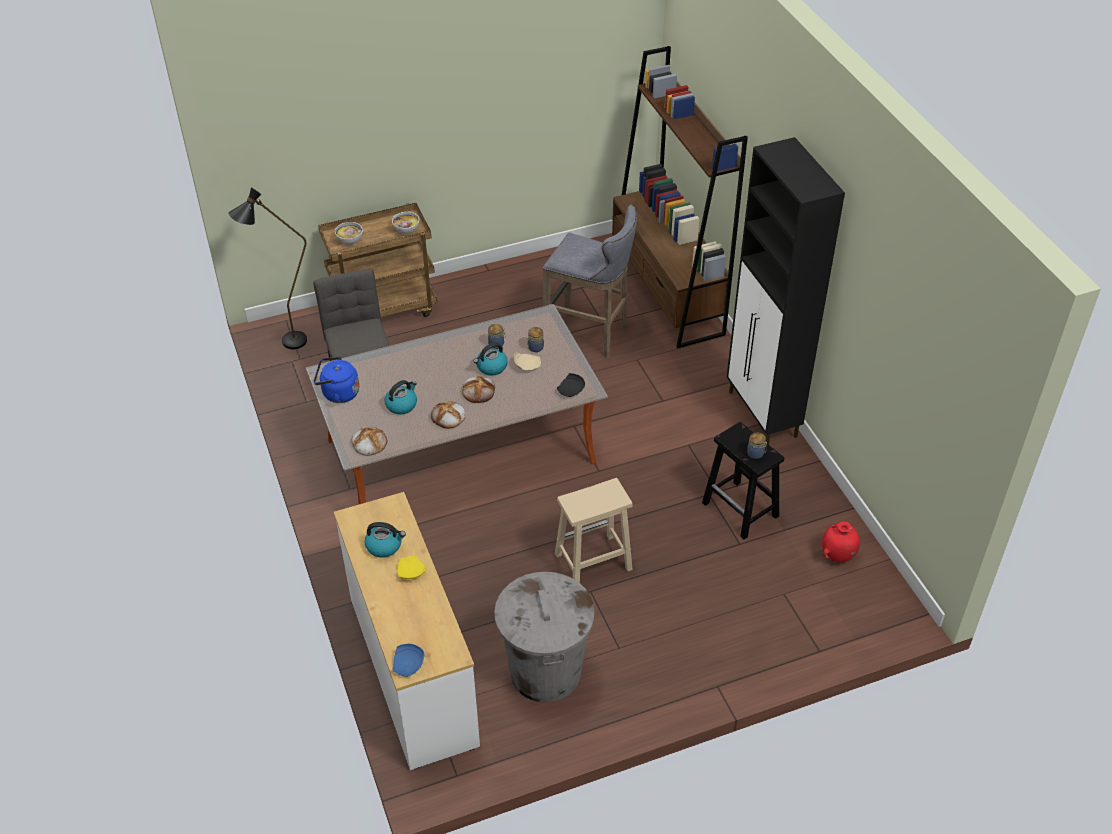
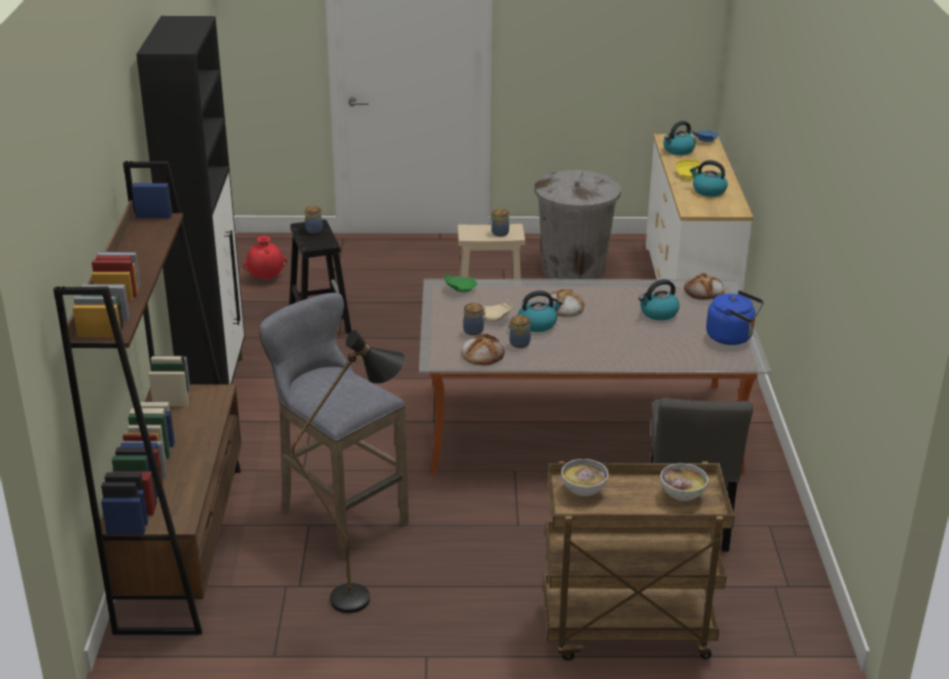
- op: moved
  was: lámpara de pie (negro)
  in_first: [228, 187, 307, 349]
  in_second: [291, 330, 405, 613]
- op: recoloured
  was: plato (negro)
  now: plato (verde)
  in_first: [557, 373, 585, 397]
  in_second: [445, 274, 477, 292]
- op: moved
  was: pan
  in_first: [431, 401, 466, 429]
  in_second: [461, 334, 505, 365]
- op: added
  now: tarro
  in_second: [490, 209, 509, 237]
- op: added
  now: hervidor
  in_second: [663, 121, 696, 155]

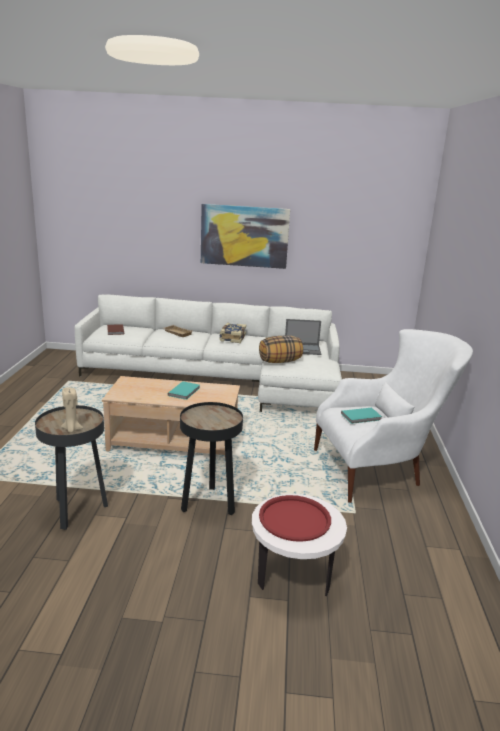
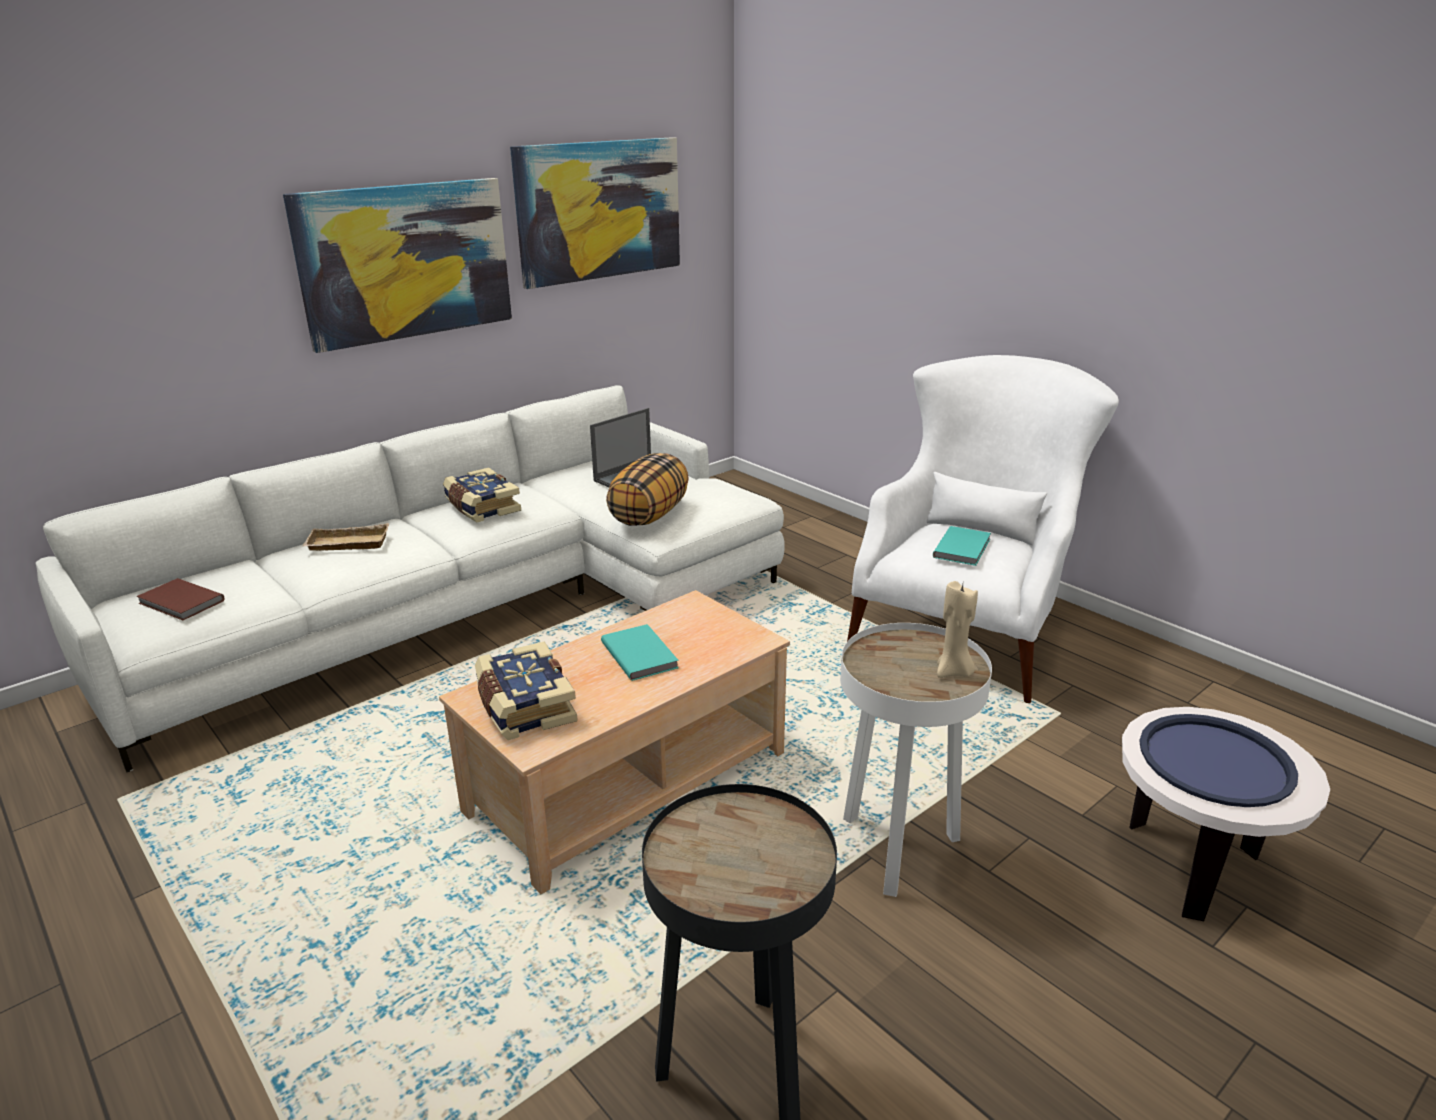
- op: added
  now: libro
  in_second: [475, 642, 578, 740]
- op: added
  now: cuadro
  in_second: [510, 137, 680, 289]
- op: recoloured
  was: mesa auxiliar (negro)
  now: mesa auxiliar (blanco)
  in_first: [180, 402, 243, 515]
  in_second: [840, 623, 992, 897]
- op: moved
  was: vela (beis)
  in_first: [61, 387, 83, 433]
  in_second: [937, 581, 978, 678]
- op: recoloured
  was: bandeja (rojo)
  now: bandeja (azul)
  in_first: [259, 495, 331, 542]
  in_second: [1139, 714, 1298, 807]

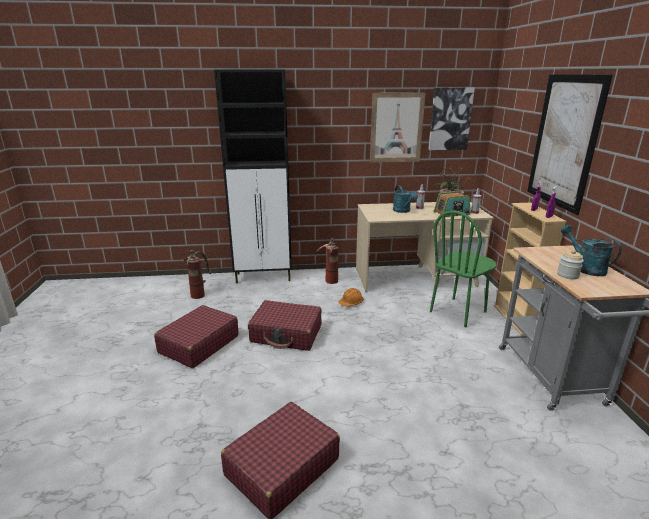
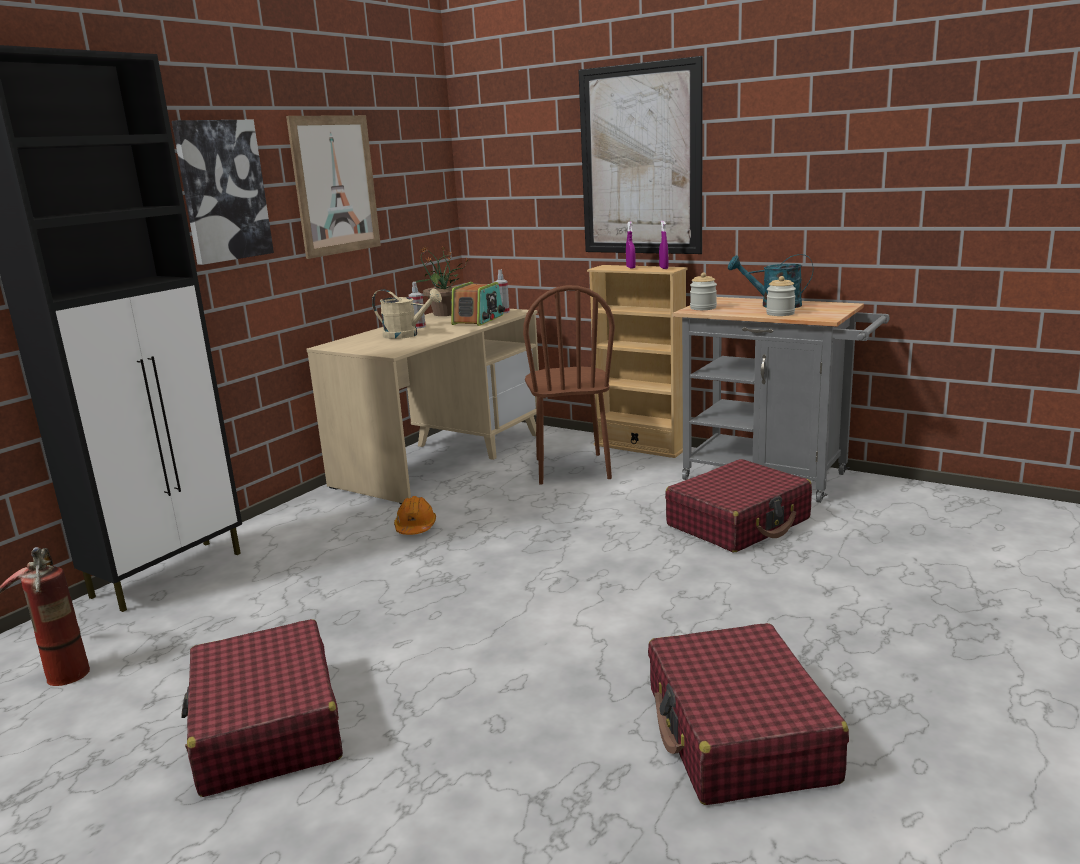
- op: moved
  was: cuadro
  in_first: [428, 87, 475, 150]
  in_second: [172, 120, 274, 265]
- op: recoloured
  was: regadera (turquesa)
  now: regadera (beis)
  in_first: [393, 185, 418, 213]
  in_second: [372, 289, 442, 339]
- op: recoloured
  was: silla (verde)
  now: silla (marrón)
  in_first: [430, 210, 496, 327]
  in_second: [523, 285, 615, 485]
- op: moved
  was: maleta (rojo)
  in_first: [248, 300, 322, 351]
  in_second: [665, 459, 812, 552]
- op: added
  now: tarro
  in_second: [690, 272, 717, 310]
- op: removed
  was: extintor
  in_first: [317, 238, 338, 284]

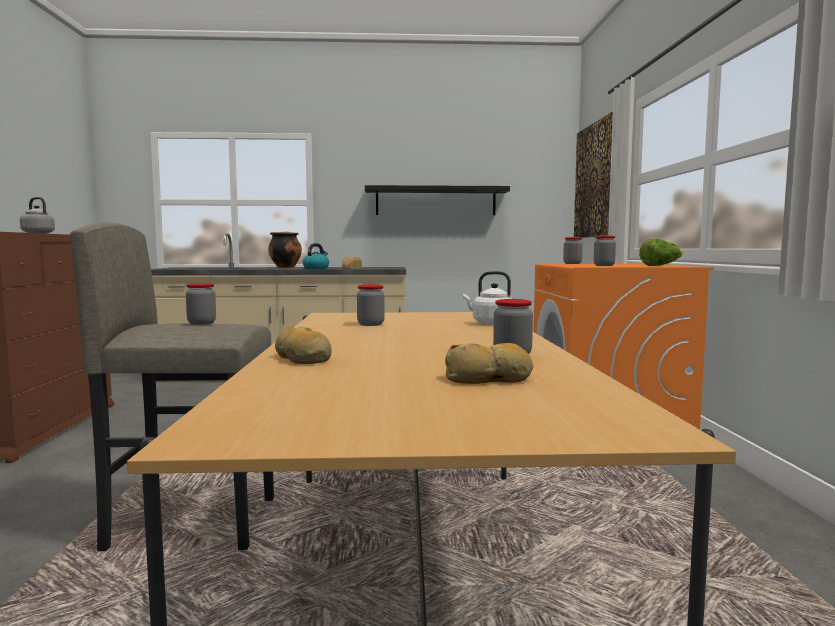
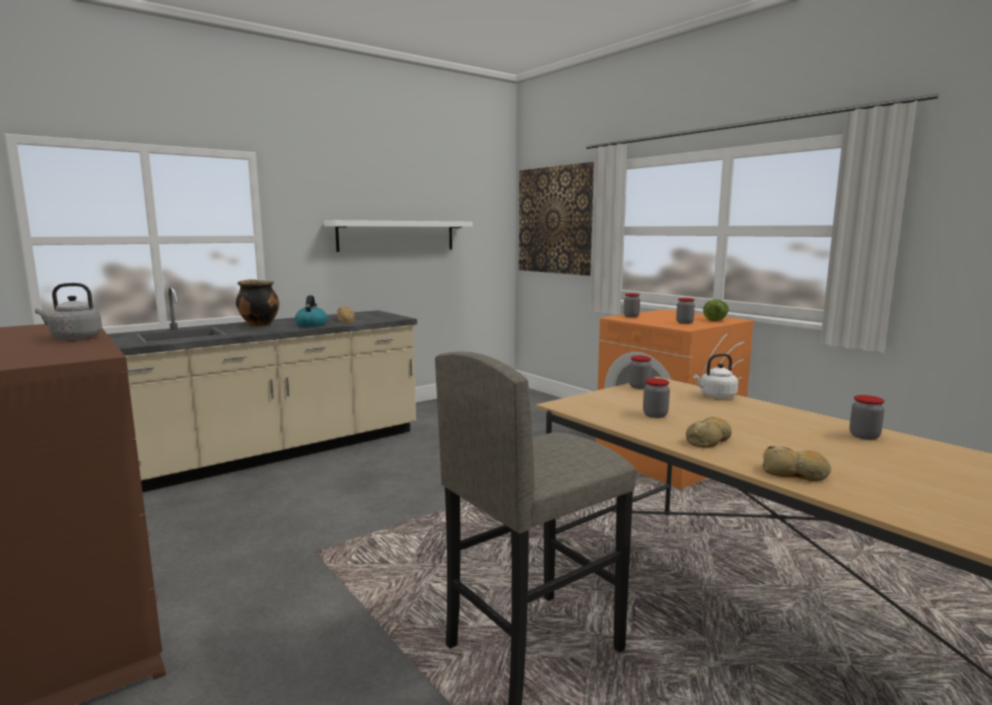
- op: recoloured
  was: estante (negro)
  now: estante (blanco)
  in_first: [365, 185, 510, 215]
  in_second: [324, 220, 473, 252]
- op: moved
  was: tarro
  in_first: [186, 283, 216, 325]
  in_second: [629, 356, 651, 389]
- op: moved
  was: pan
  in_first: [445, 343, 534, 384]
  in_second: [686, 417, 731, 448]

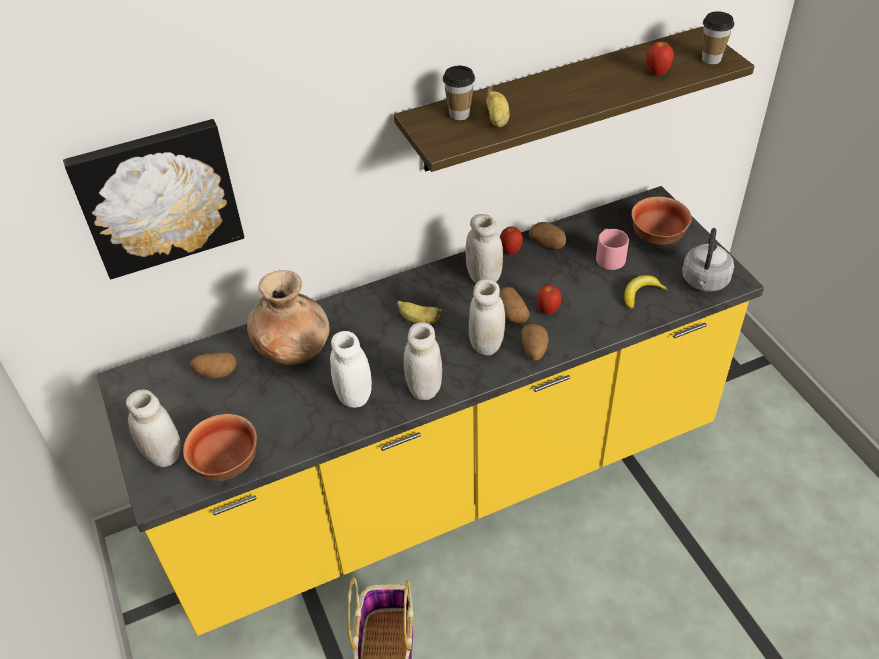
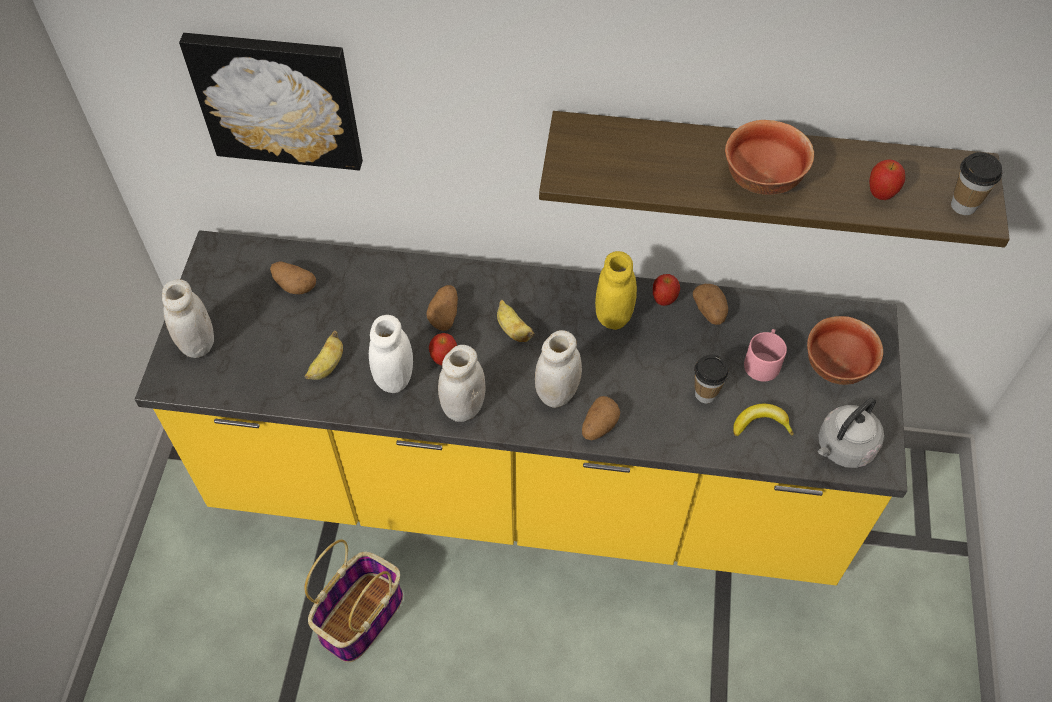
- op: moved
  was: plátano
  in_first: [486, 86, 509, 127]
  in_second: [305, 331, 343, 380]
- op: moved
  was: patata
  in_first: [500, 287, 529, 323]
  in_second: [426, 285, 458, 331]
- op: moved
  was: manzana
  in_first: [536, 285, 562, 314]
  in_second: [429, 333, 457, 365]
- op: recoloured
  was: tarro (blanco)
  now: tarro (amarillo)
  in_first: [466, 214, 503, 283]
  in_second: [595, 251, 637, 330]
- op: moved
  was: taza
  in_first: [443, 66, 475, 120]
  in_second: [694, 355, 729, 403]
- op: moved
  was: cuenco
  in_first: [183, 414, 257, 481]
  in_second: [725, 120, 814, 195]
- op: removed
  was: florero (marrón)
  in_first: [247, 270, 330, 365]

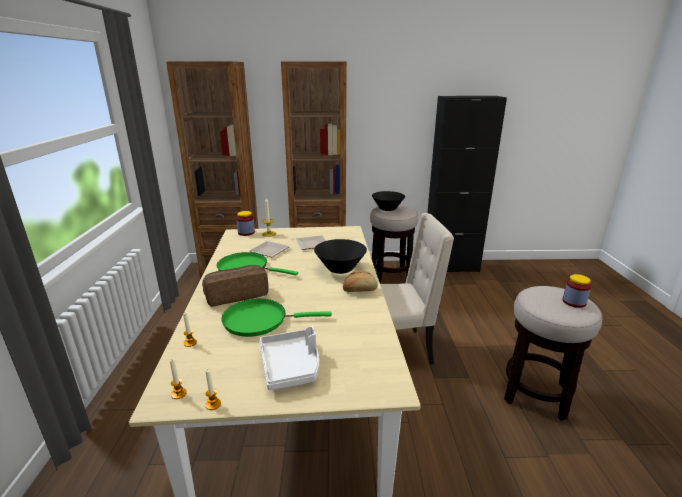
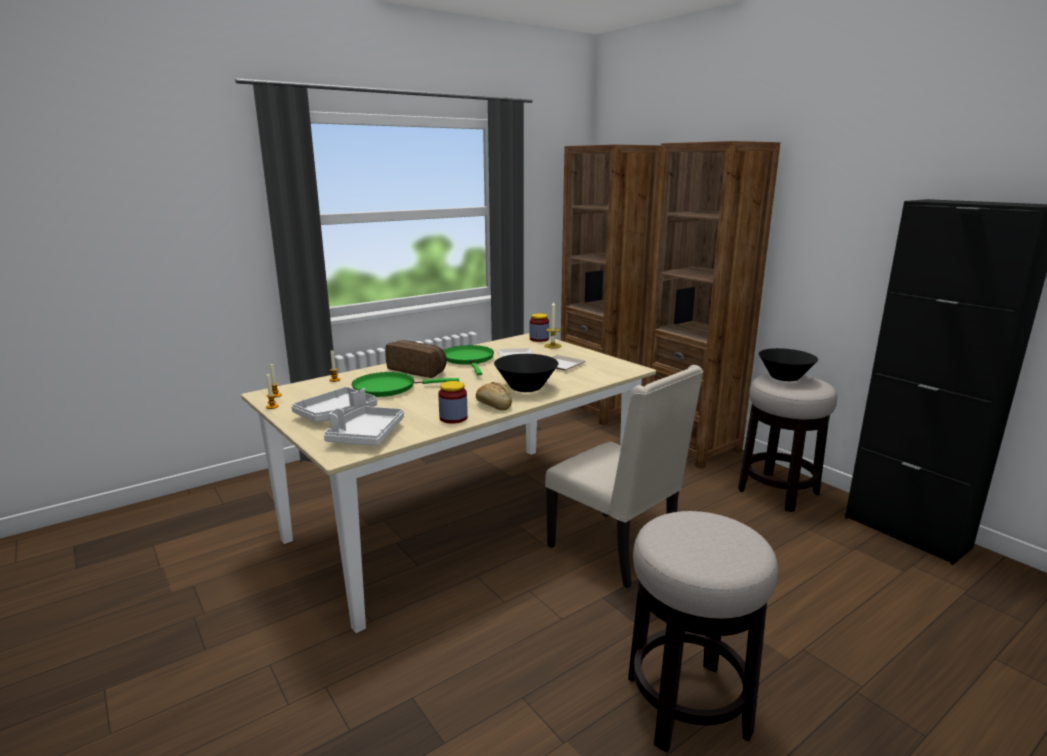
- op: added
  now: bandeja (blanco)
  in_second: [324, 406, 404, 445]
- op: turned
  was: sartén (verde)
  in_first: [221, 298, 332, 337]
  in_second: [352, 372, 459, 397]
  clockwise: -60
- op: moved
  was: tarro
  in_first: [562, 274, 591, 308]
  in_second: [438, 381, 468, 424]

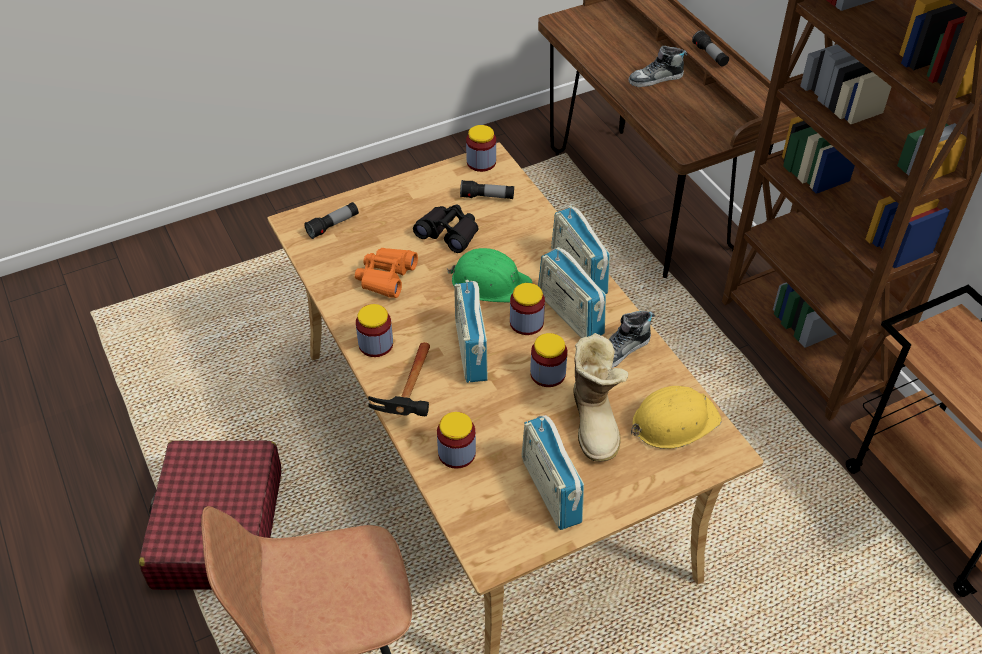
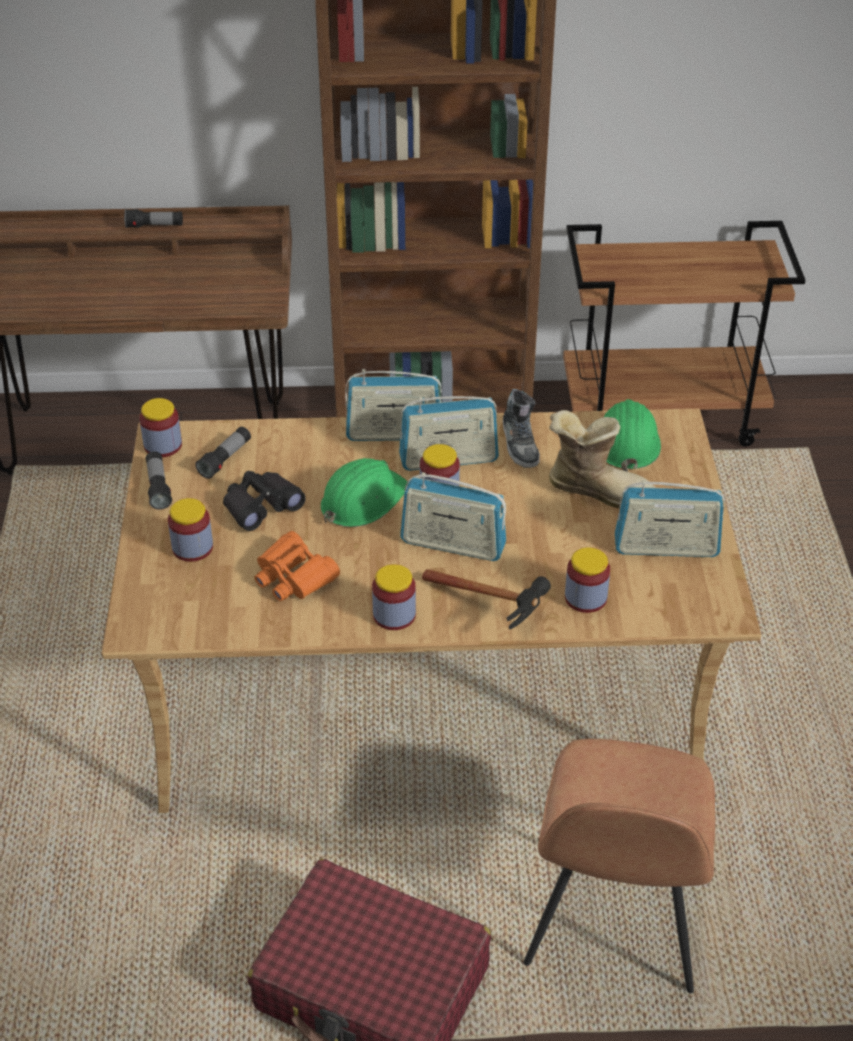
- op: moved
  was: linterna
  in_first: [304, 202, 359, 239]
  in_second: [146, 451, 172, 510]
- op: moved
  was: tarro
  in_first: [530, 333, 567, 387]
  in_second: [168, 498, 213, 562]
- op: recoloured
  was: casco (amarillo)
  now: casco (verde)
  in_first: [631, 386, 722, 449]
  in_second: [604, 399, 661, 472]
- op: removed
  was: zapato
  in_first: [629, 46, 688, 87]

